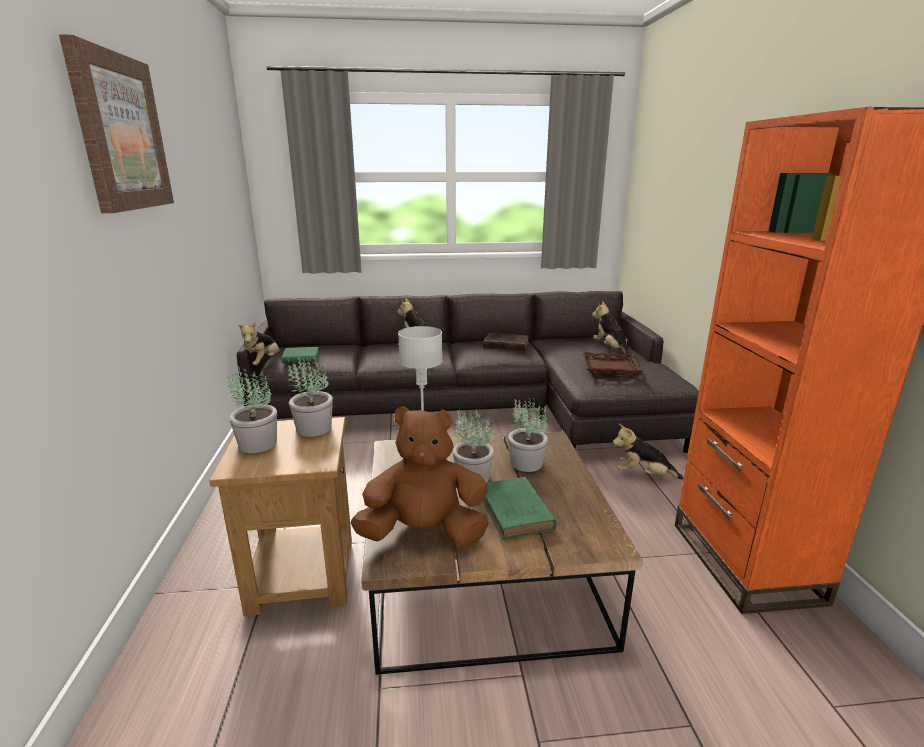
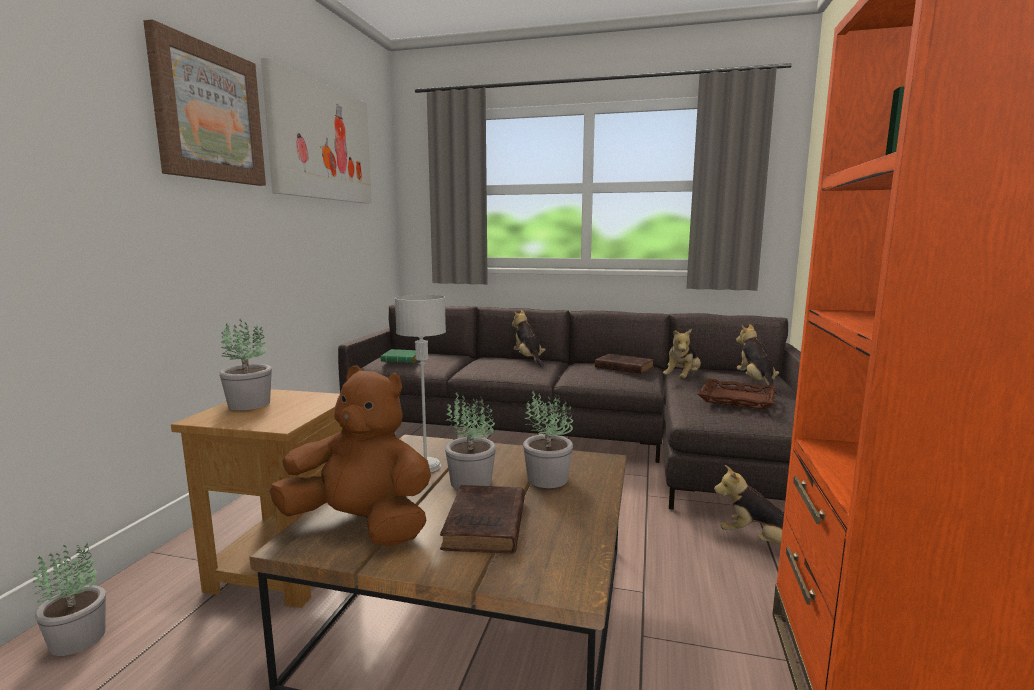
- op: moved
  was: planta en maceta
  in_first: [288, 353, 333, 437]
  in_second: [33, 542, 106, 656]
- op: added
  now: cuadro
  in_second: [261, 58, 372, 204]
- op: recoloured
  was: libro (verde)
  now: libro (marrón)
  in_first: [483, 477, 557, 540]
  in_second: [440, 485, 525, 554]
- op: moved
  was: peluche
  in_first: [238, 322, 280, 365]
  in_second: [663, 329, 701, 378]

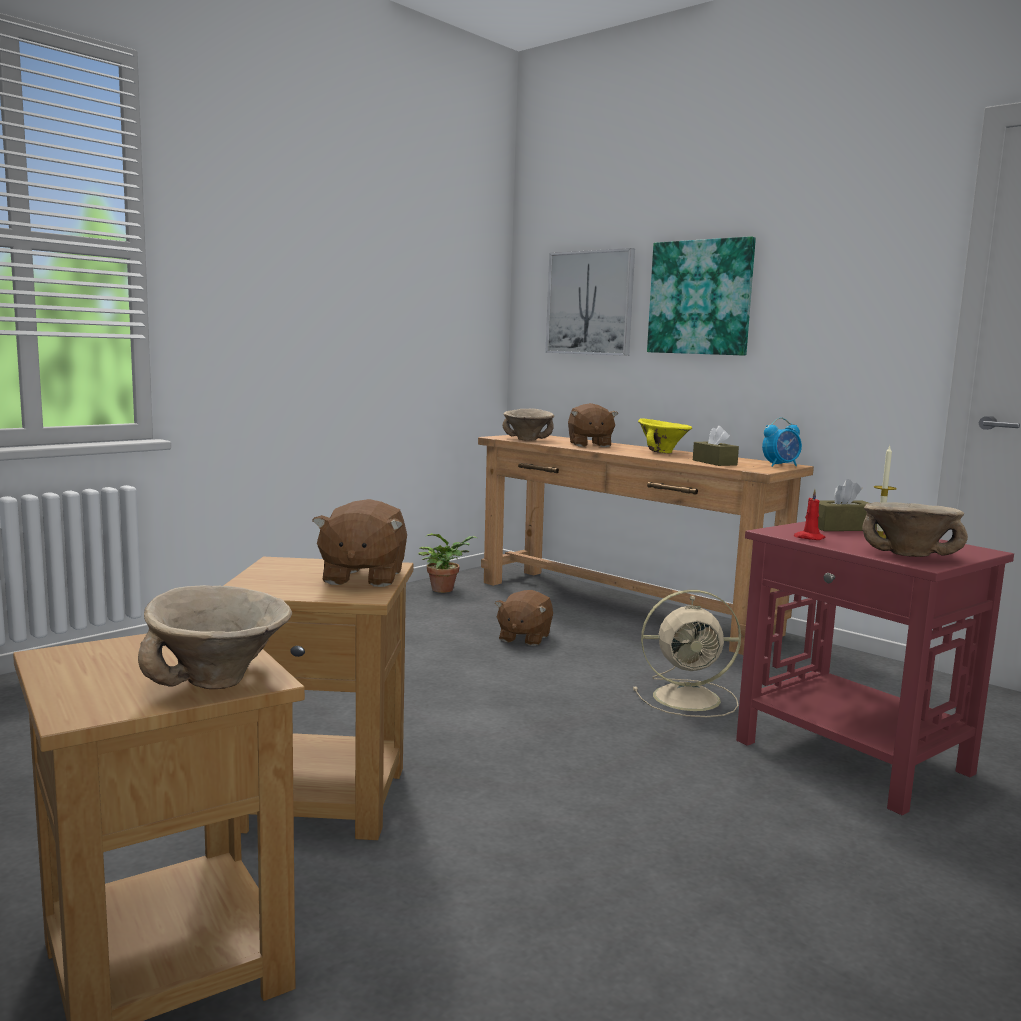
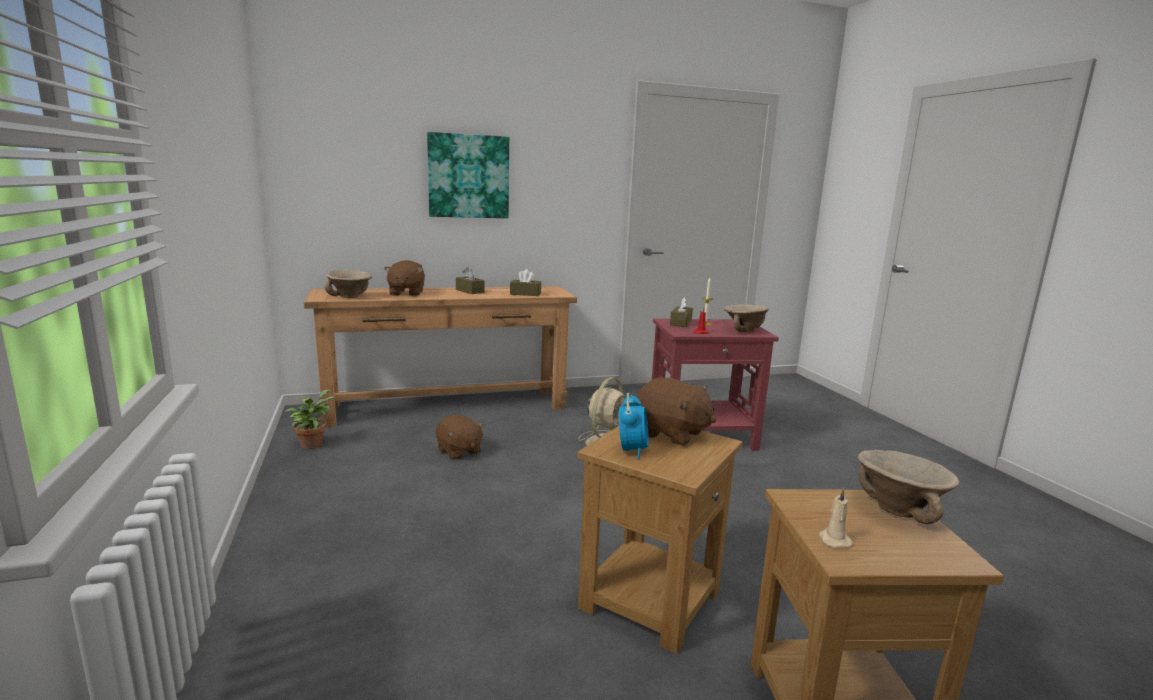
- op: turned
  was: peluche (marrón)
  in_first: [568, 403, 618, 447]
  in_second: [384, 260, 425, 296]
  clockwise: 60
- op: replaced
  was: cuenco (amarillo)
  now: caja de pañuelos (marrón)
  in_first: [638, 418, 692, 454]
  in_second: [456, 267, 484, 294]
- op: moved
  was: despertador
  in_first: [762, 418, 802, 467]
  in_second: [619, 393, 649, 459]
- op: added
  now: vela (beis)
  in_second: [819, 488, 853, 548]
- op: removed
  was: cuadro
  in_first: [545, 248, 635, 356]

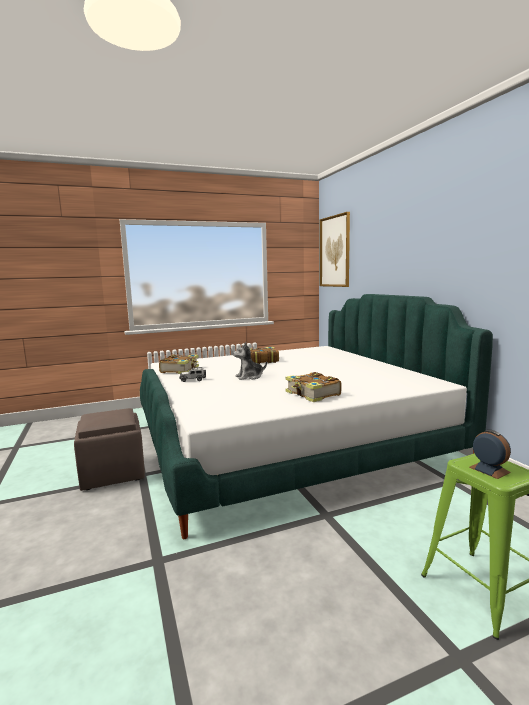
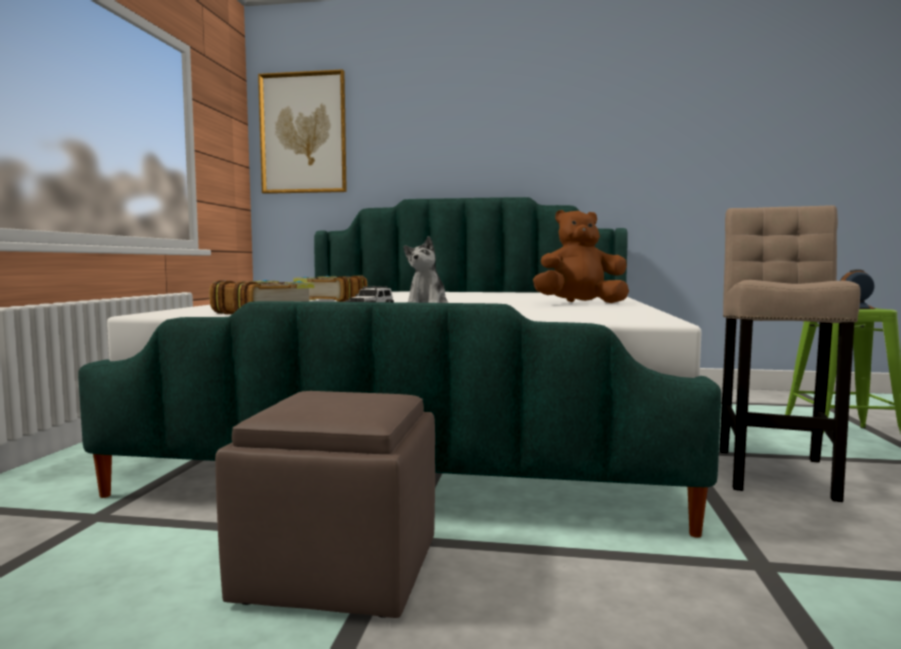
- op: replaced
  was: libro
  now: peluche (marrón)
  in_first: [285, 372, 342, 402]
  in_second: [533, 210, 629, 303]
- op: added
  now: taburete (beis)
  in_second: [720, 205, 861, 502]

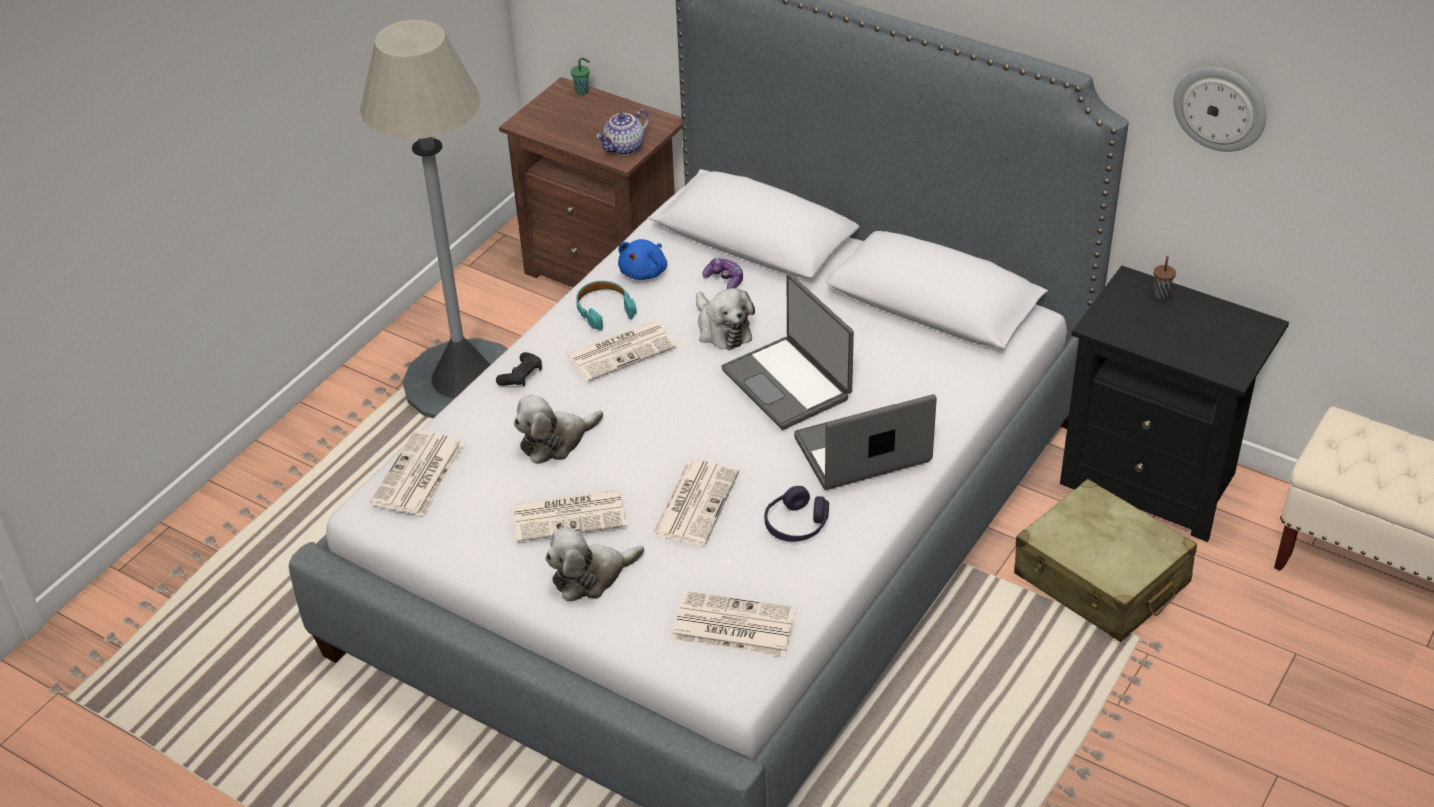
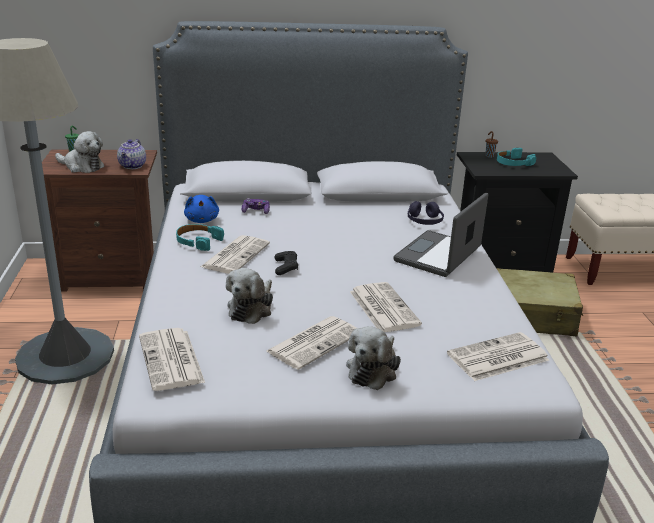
- op: moved
  was: peluche
  in_first: [696, 288, 755, 350]
  in_second: [55, 131, 105, 173]
- op: moved
  was: mando de consola (negro)
  in_first: [496, 352, 542, 386]
  in_second: [274, 251, 298, 275]
- op: moved
  was: auriculares (morado)
  in_first: [764, 486, 829, 542]
  in_second: [408, 201, 444, 225]
- op: added
  now: auriculares (turquesa)
  in_second: [497, 148, 536, 166]
- op: removed
  was: portátil
  in_first: [721, 274, 854, 430]
- op: removed
  was: reloj de pared
  in_first: [1173, 67, 1266, 152]

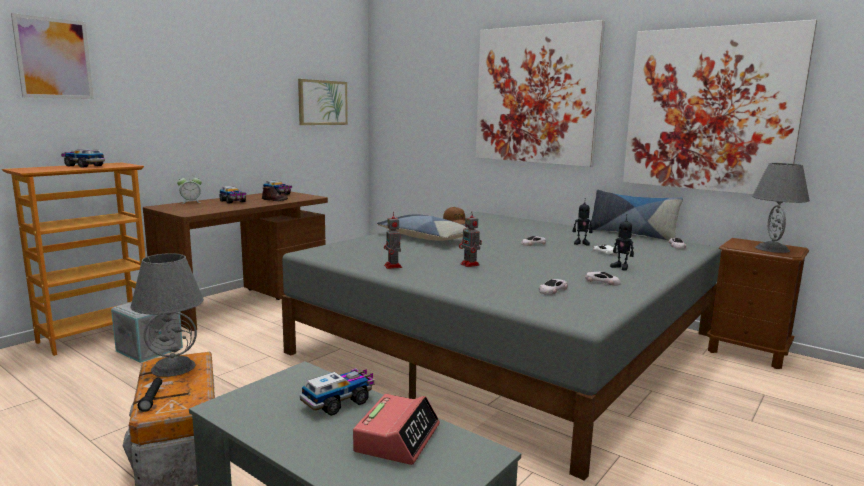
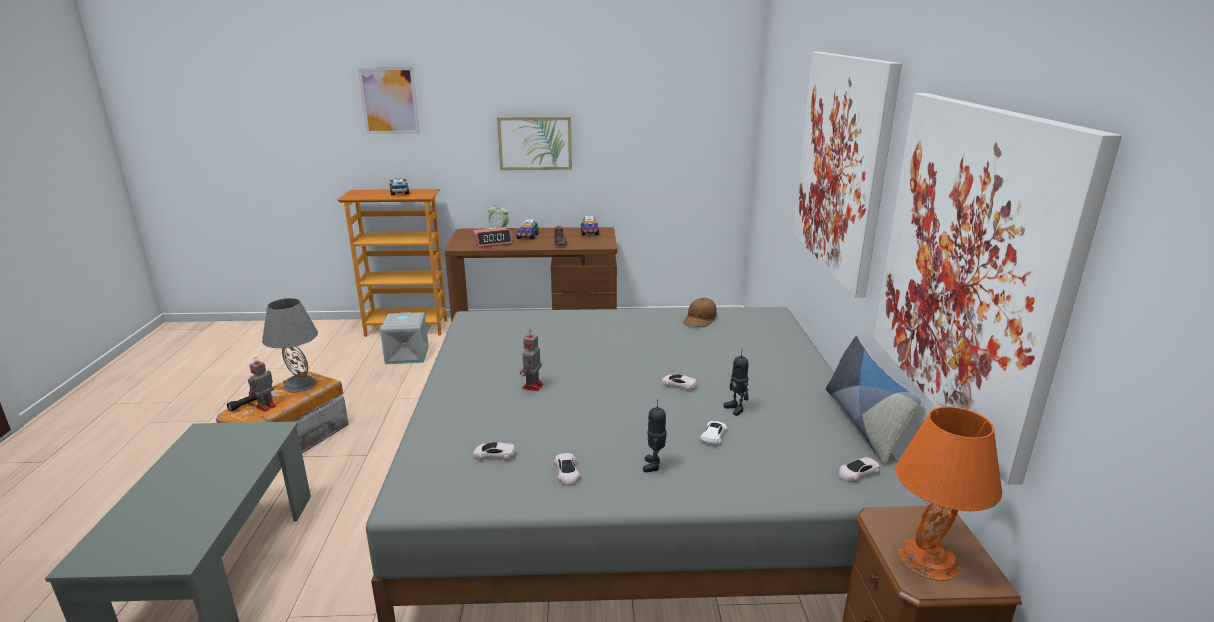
- op: moved
  was: robot de juguete
  in_first: [384, 212, 402, 269]
  in_second: [248, 357, 277, 412]
- op: moved
  was: despertador
  in_first: [353, 394, 440, 465]
  in_second: [473, 227, 512, 247]
- op: moved
  was: cuadro
  in_first: [298, 79, 348, 125]
  in_second: [497, 116, 572, 170]
- op: recoloured
  was: lámpara de mesa (gris)
  now: lámpara de mesa (naranja)
  in_first: [752, 163, 810, 253]
  in_second: [895, 407, 1002, 581]
- op: removed
  was: camión de juguete
  in_first: [300, 368, 374, 416]
- op: removed
  was: cojín
  in_first: [377, 214, 468, 241]

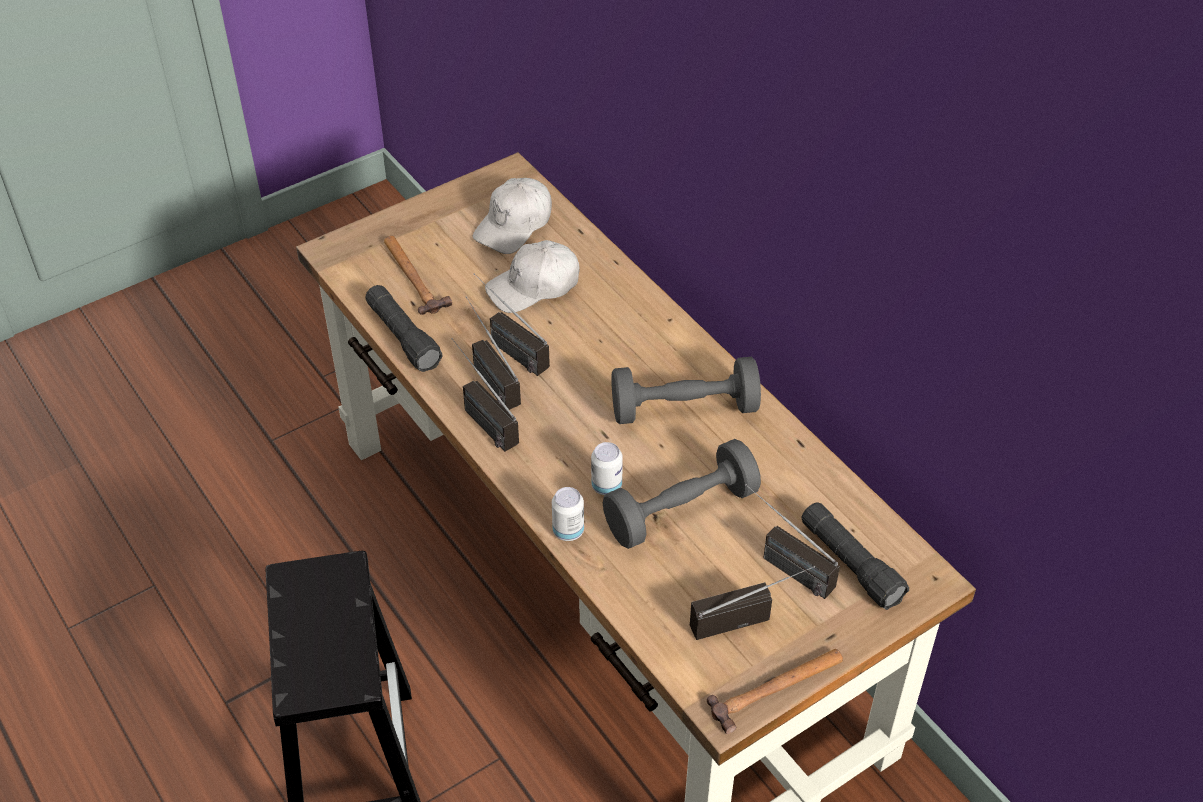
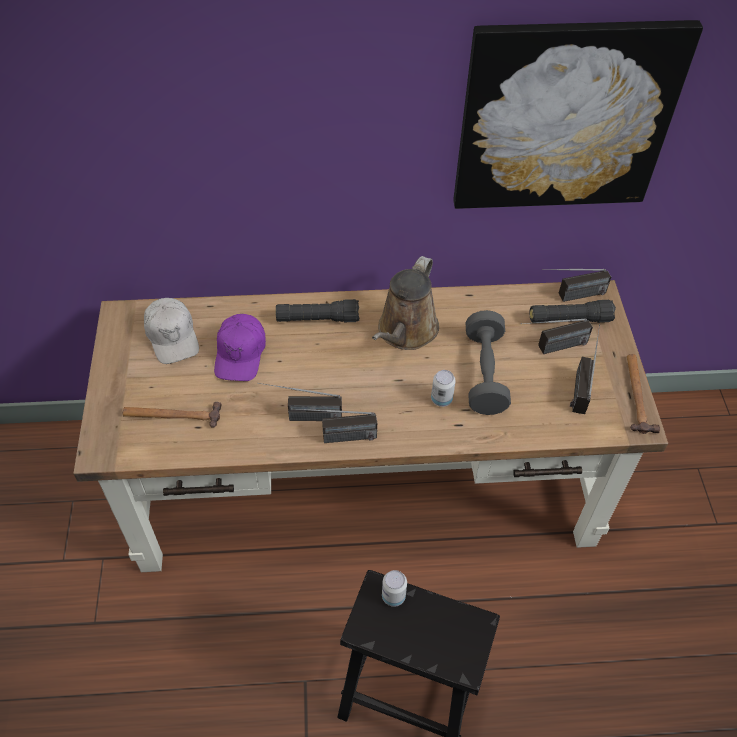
- op: recoloured
  was: gorra (blanco)
  now: gorra (morado)
  in_first: [485, 240, 580, 313]
  in_second: [214, 314, 266, 381]
- op: moved
  was: linterna (negro)
  in_first: [366, 285, 443, 372]
  in_second: [276, 299, 359, 322]
- op: replaced
  was: mancuerna (gris)
  now: regadera (marrón)
  in_first: [611, 357, 761, 424]
  in_second: [372, 256, 439, 350]
- op: moved
  was: lata
  in_first: [552, 487, 584, 541]
  in_second: [382, 570, 407, 607]
- op: added
  now: cuadro
  in_second: [453, 20, 703, 209]
- op: moved
  was: radio
  in_first: [473, 273, 550, 376]
  in_second: [542, 269, 611, 302]

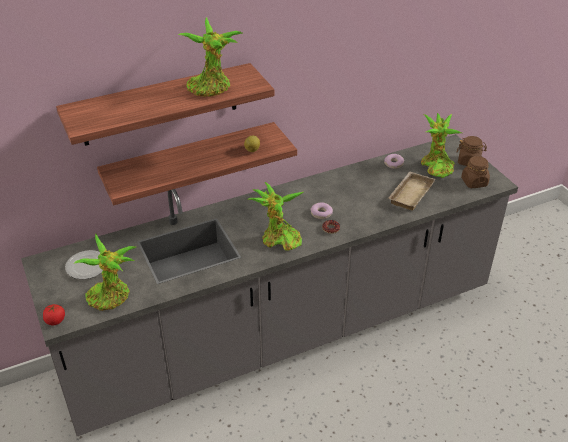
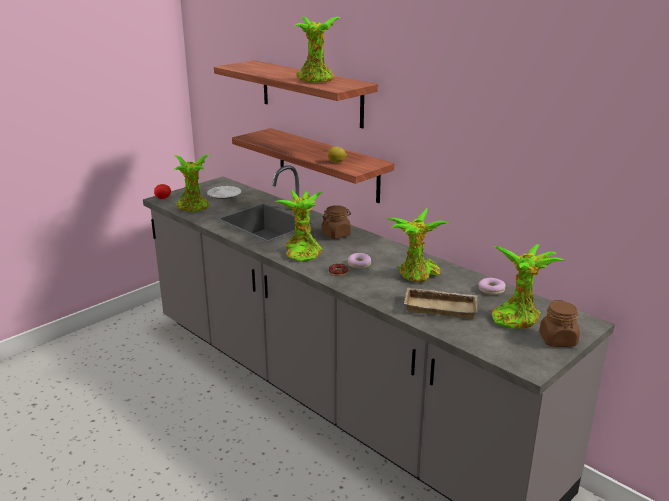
- op: moved
  was: tarro (marrón)
  in_first: [461, 156, 490, 188]
  in_second: [322, 205, 351, 239]
- op: added
  now: planta en maceta
  in_second: [386, 207, 449, 282]

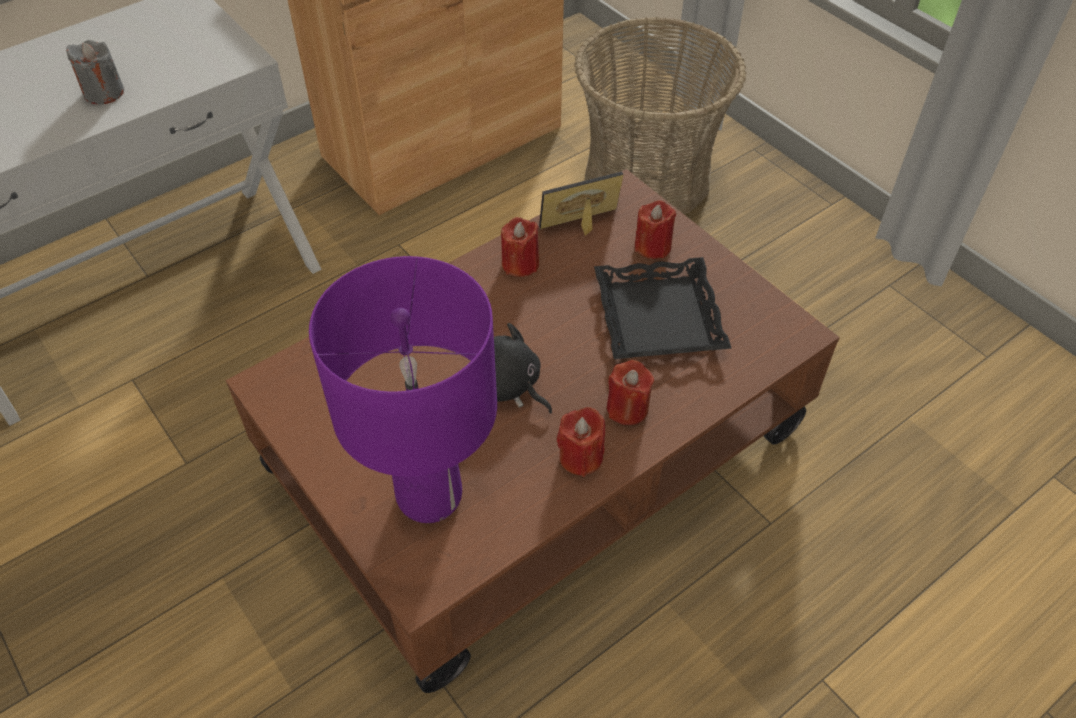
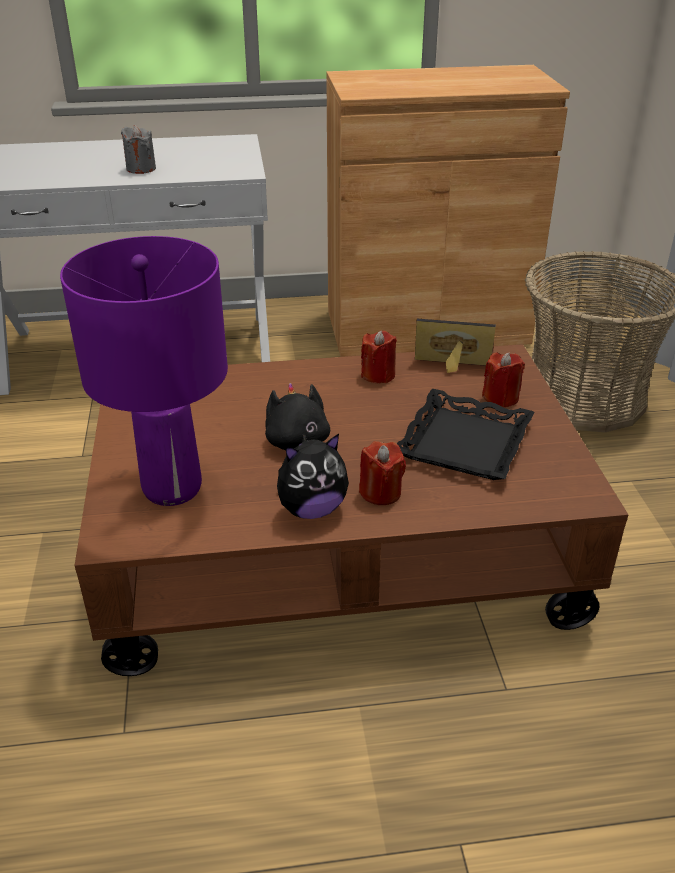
- op: replaced
  was: vela (rojo)
  now: peluche
  in_first: [557, 407, 605, 477]
  in_second: [277, 434, 349, 519]

